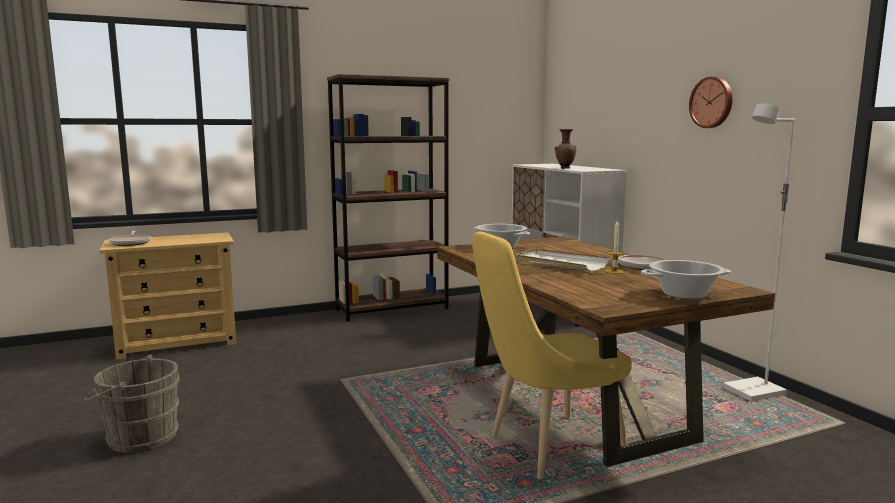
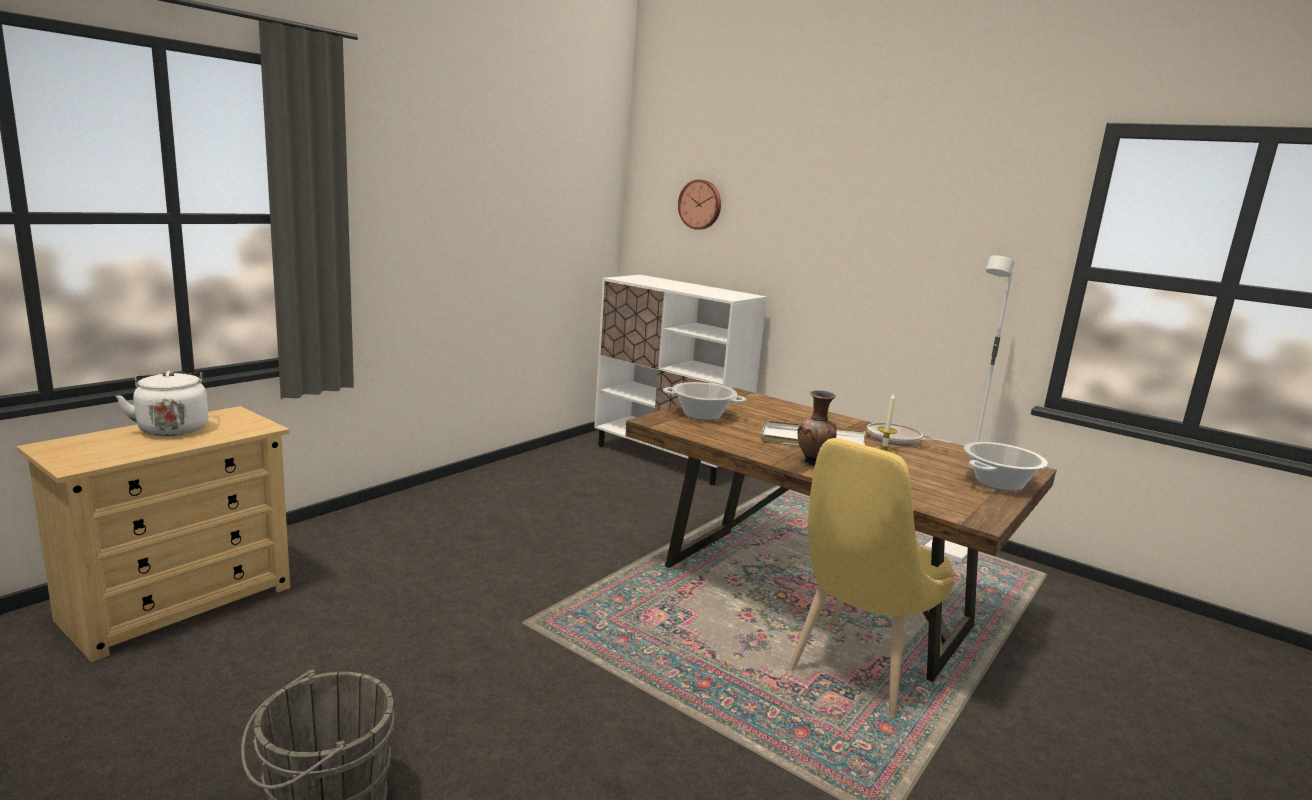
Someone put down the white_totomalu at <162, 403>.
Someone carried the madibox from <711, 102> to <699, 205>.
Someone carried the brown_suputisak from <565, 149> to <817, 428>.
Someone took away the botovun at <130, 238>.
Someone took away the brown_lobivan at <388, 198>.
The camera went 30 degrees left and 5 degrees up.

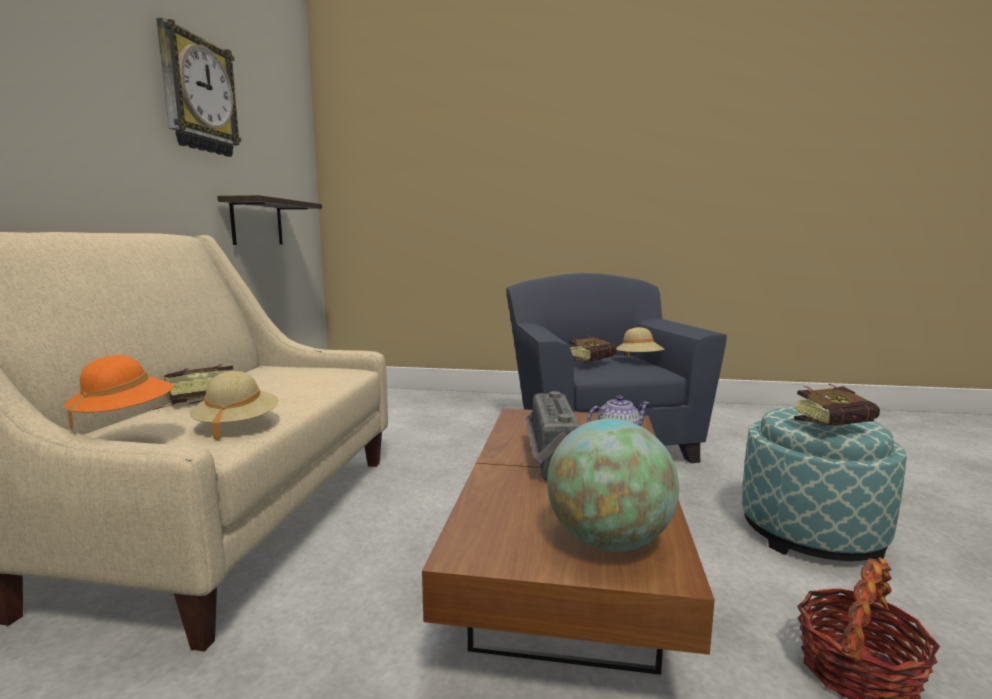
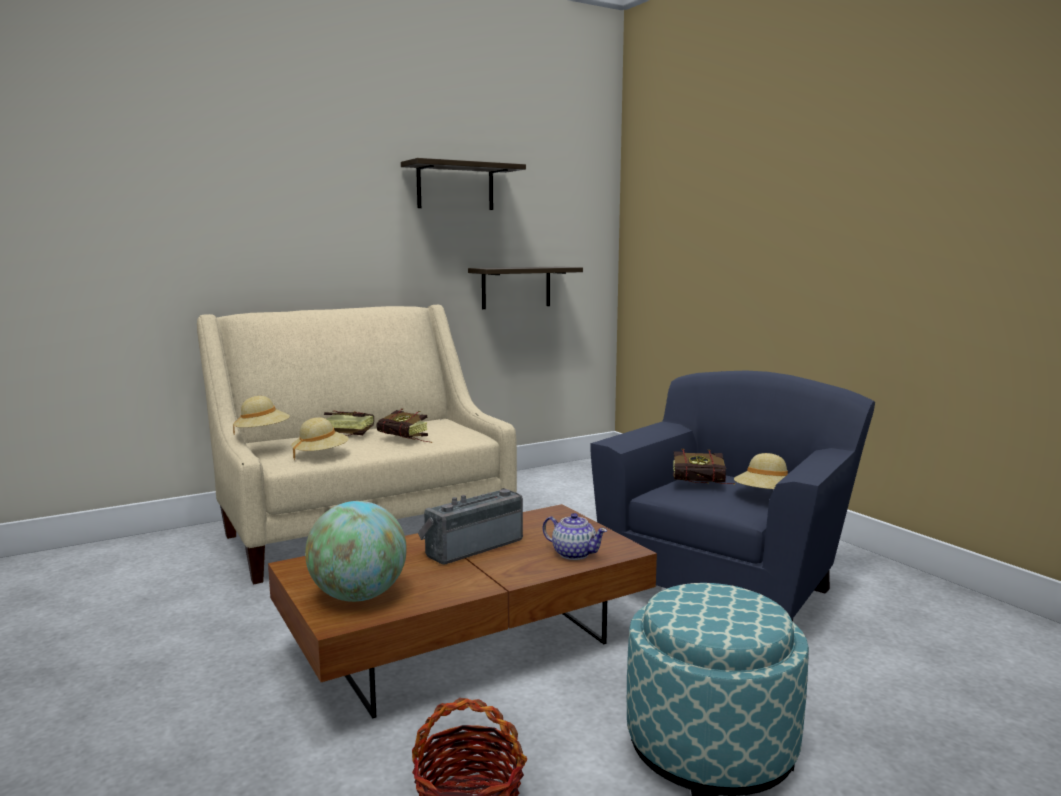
Someone repainted the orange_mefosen at <119, 393>, which became the beige_mefosen at <261, 415>.
Someone carried the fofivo from <837, 405> to <404, 426>.
Someone swapped the madibox at <199, 87> for the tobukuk at <463, 184>.
The camera went 50 degrees right and 0 degrees up.

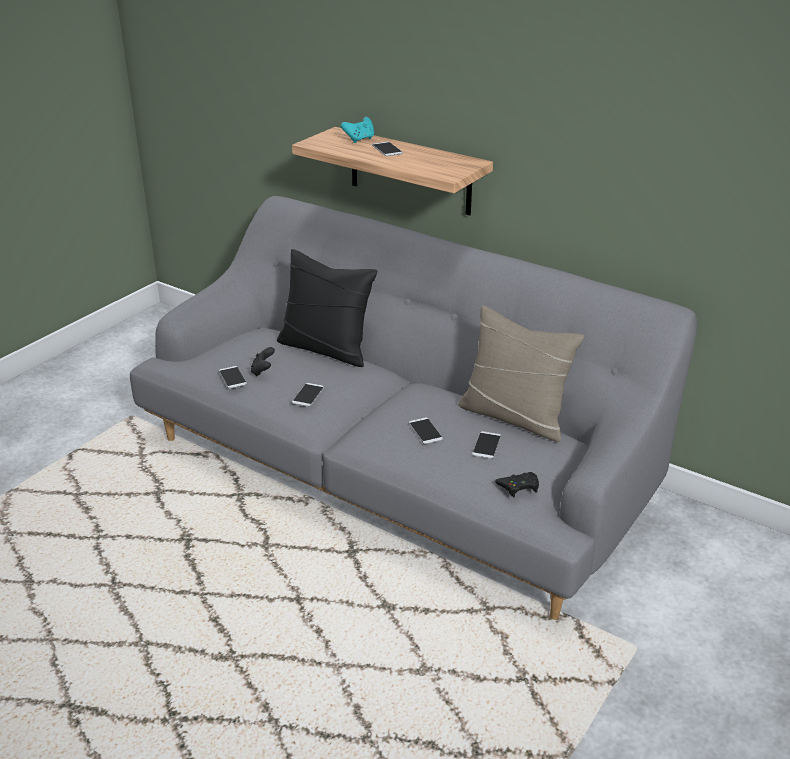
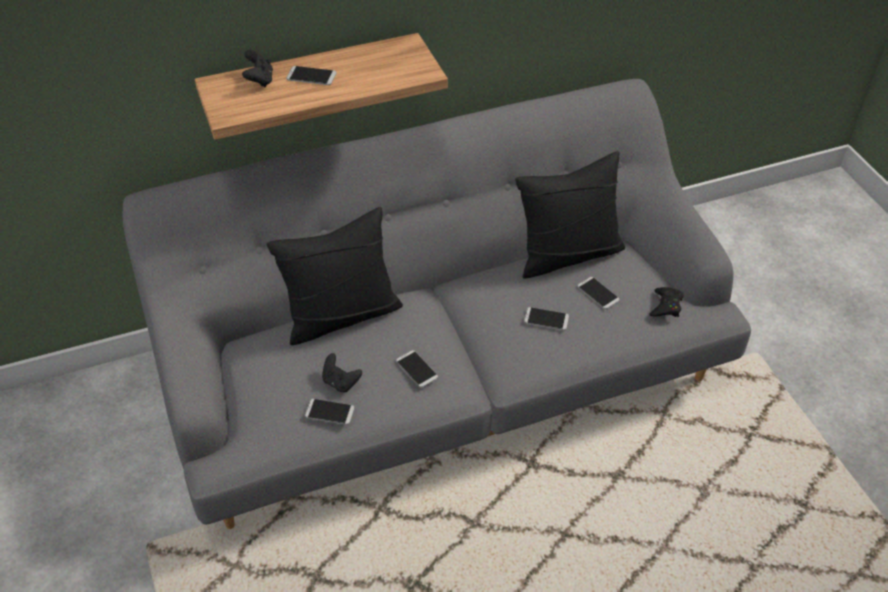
Someone repainted the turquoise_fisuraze at <357, 130>, which became the black_fisuraze at <257, 69>.
Someone repainted the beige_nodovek at <521, 373>, which became the black_nodovek at <570, 215>.
The camera went 55 degrees left and 15 degrees up.

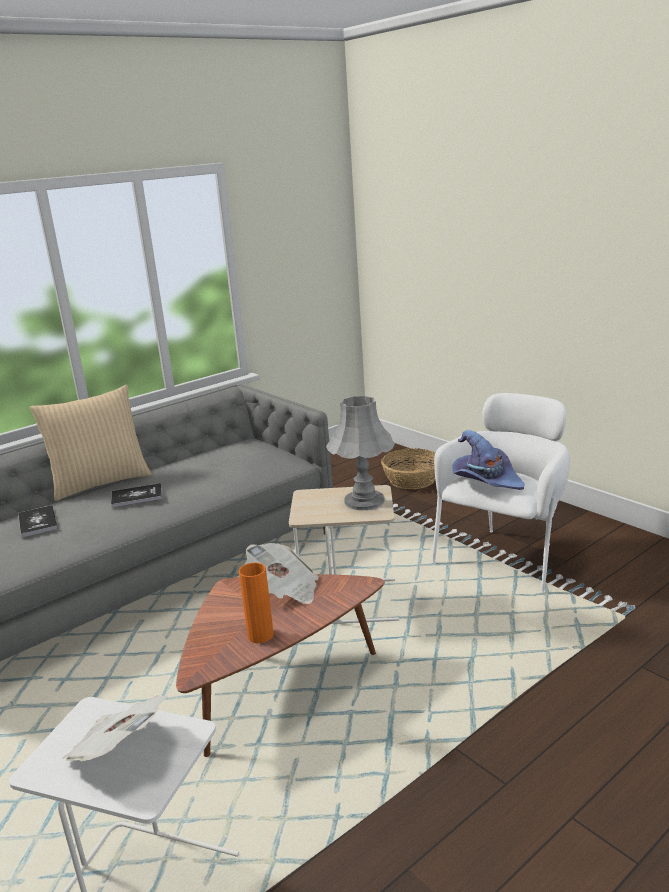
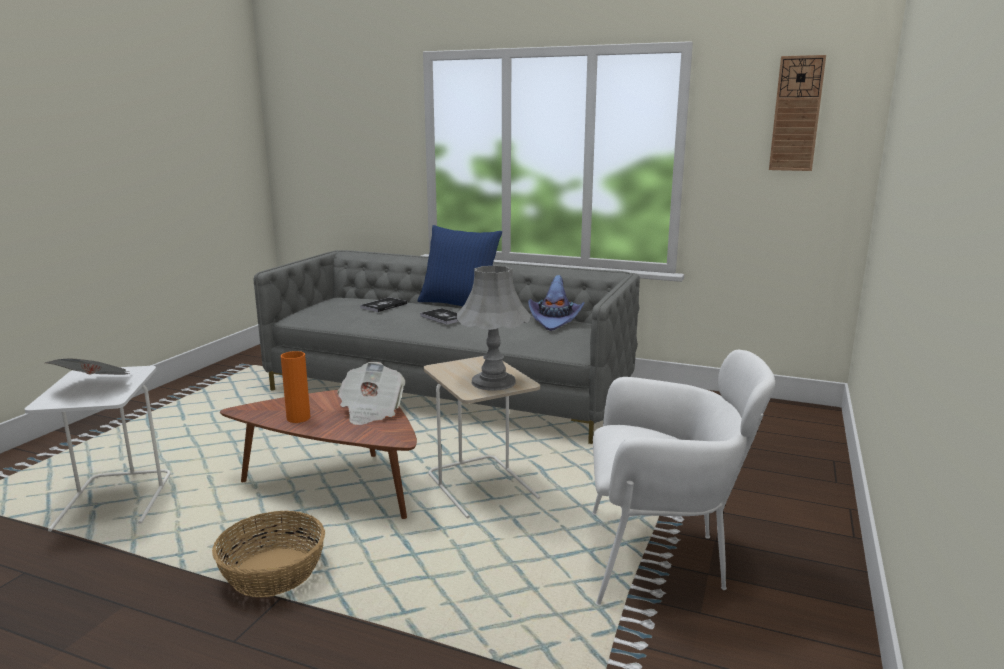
Someone carried the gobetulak from <408, 468> to <268, 554>.
Someone repainted the beige_nodovek at <90, 443>, which became the blue_nodovek at <460, 265>.
Someone carried the purple_mefosen from <489, 460> to <556, 303>.
Someone put up the madibox at <797, 113>.
The camera went 60 degrees right and 5 degrees down.

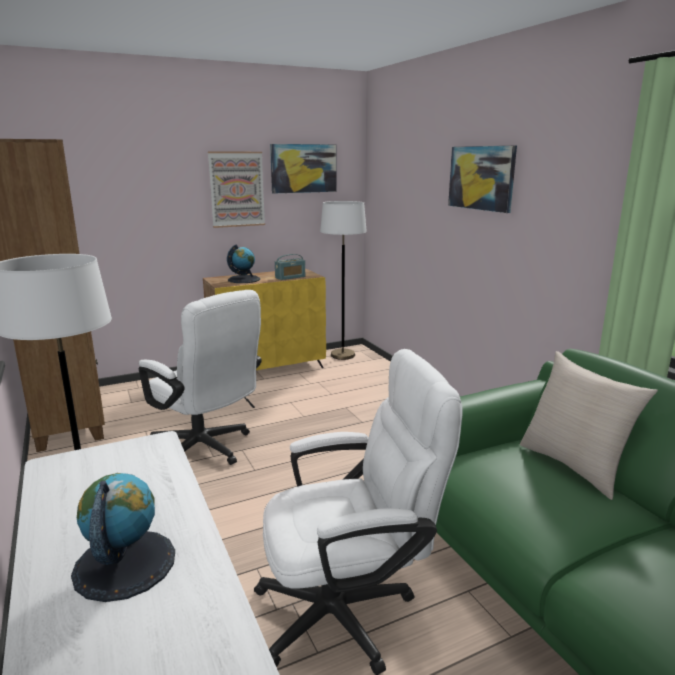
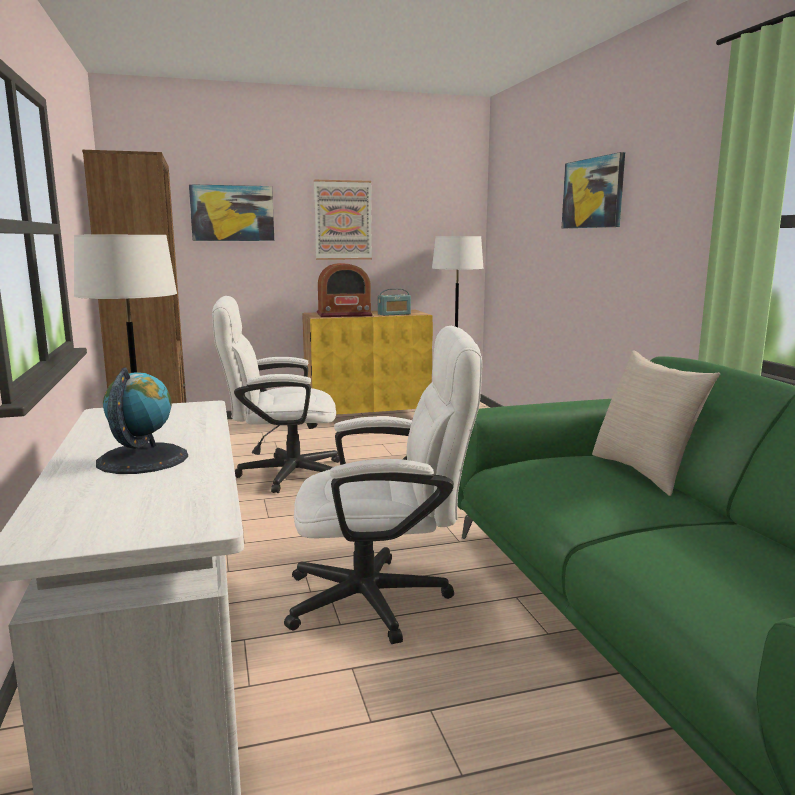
Someone carried the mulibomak from <303, 169> to <231, 212>.
Someone rotated the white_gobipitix at <200, 377> by 120 degrees clockwise.
Someone swapped the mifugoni at <243, 263> for the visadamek at <345, 290>.
The camera went 10 degrees right and 5 degrees down.

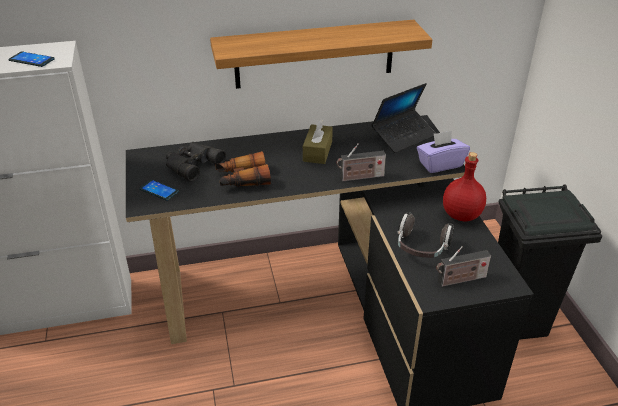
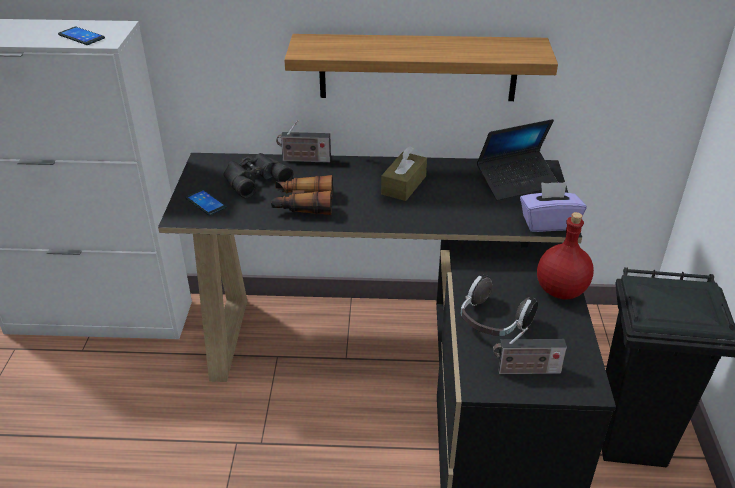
Someone carried the visadamek from <361, 162> to <303, 141>.
The camera went 15 degrees right and 0 degrees up.

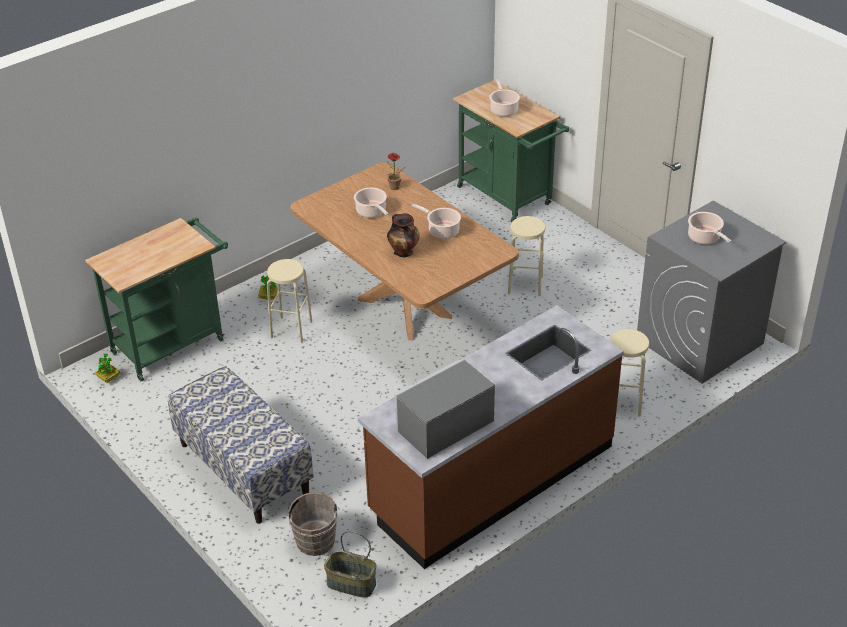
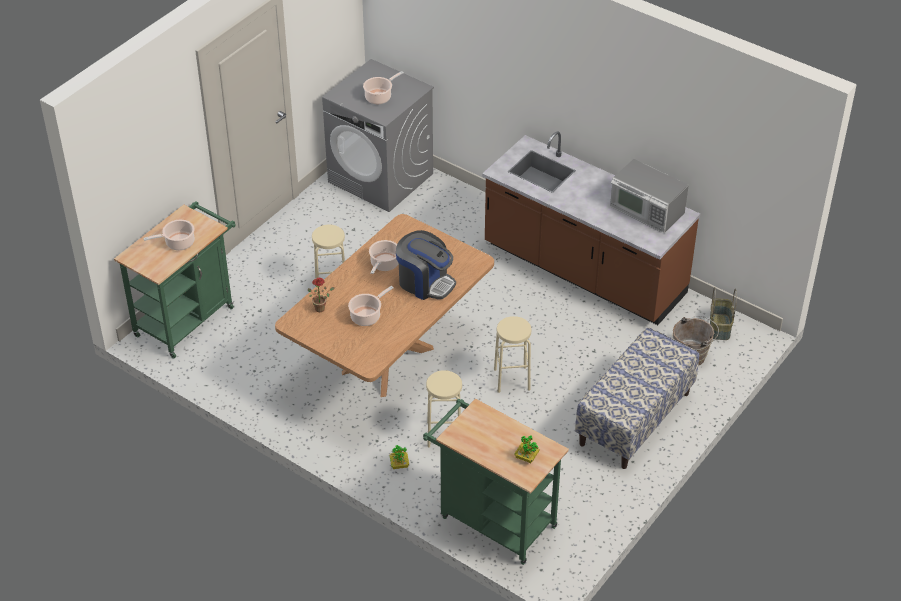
Someone swapped the suputisak at <403, 235> for the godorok at <426, 265>.
Someone carried the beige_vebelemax from <629, 373> to <512, 354>.
Someone carried the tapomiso from <107, 368> to <527, 449>.
The camera went 105 degrees left and 5 degrees up.

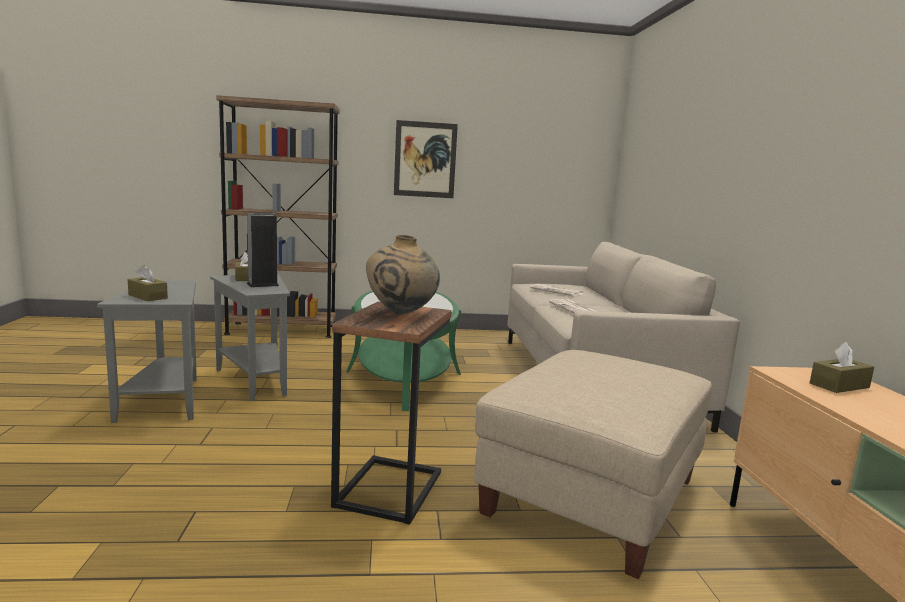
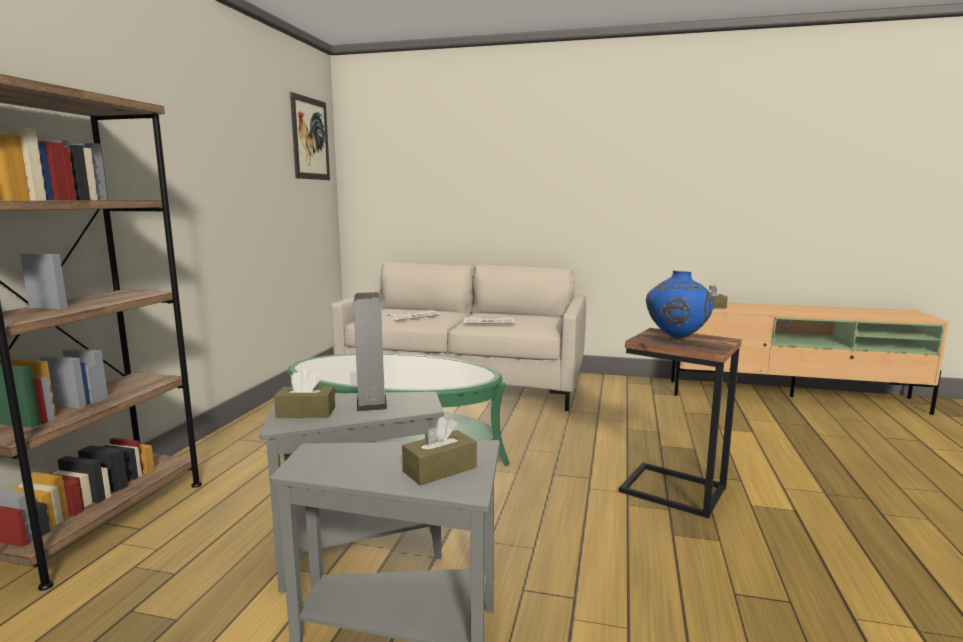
Someone carried the mulibomak from <426, 159> to <310, 136>.
Someone repainted the beige_suputisak at <403, 275>, which became the blue_suputisak at <680, 305>.
Someone took away the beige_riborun at <593, 464>.
The camera went 70 degrees left and 0 degrees up.

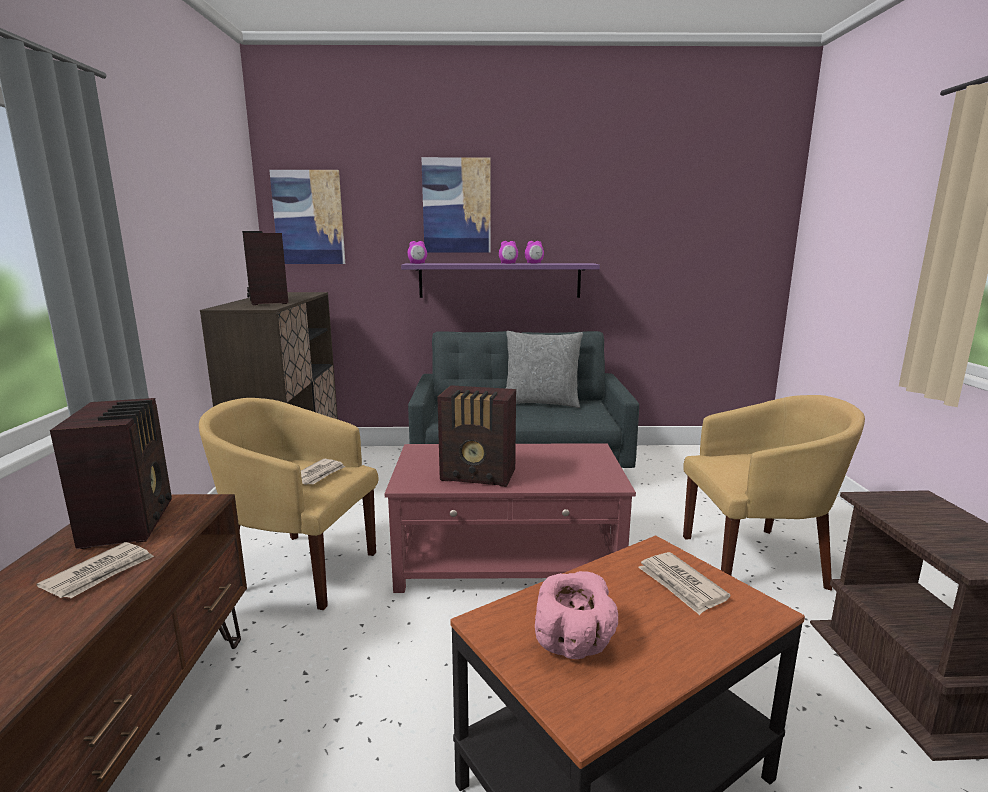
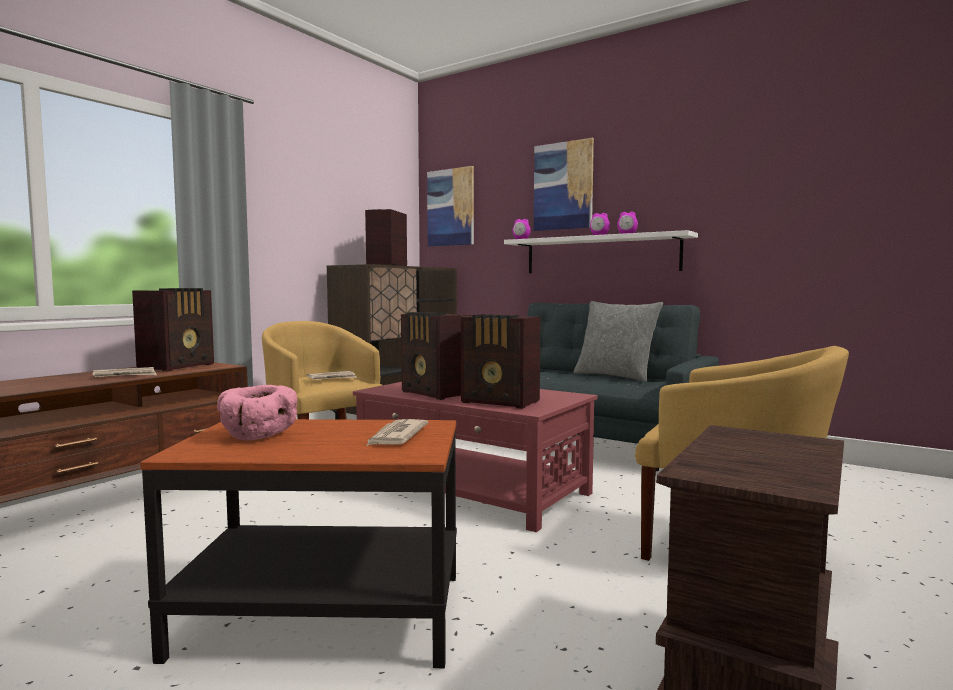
Someone put down the visadamek at <501, 361>.
Someone repainted the purple_tobukuk at <500, 280>, which became the white_tobukuk at <601, 251>.
The camera went 35 degrees right and 10 degrees down.

